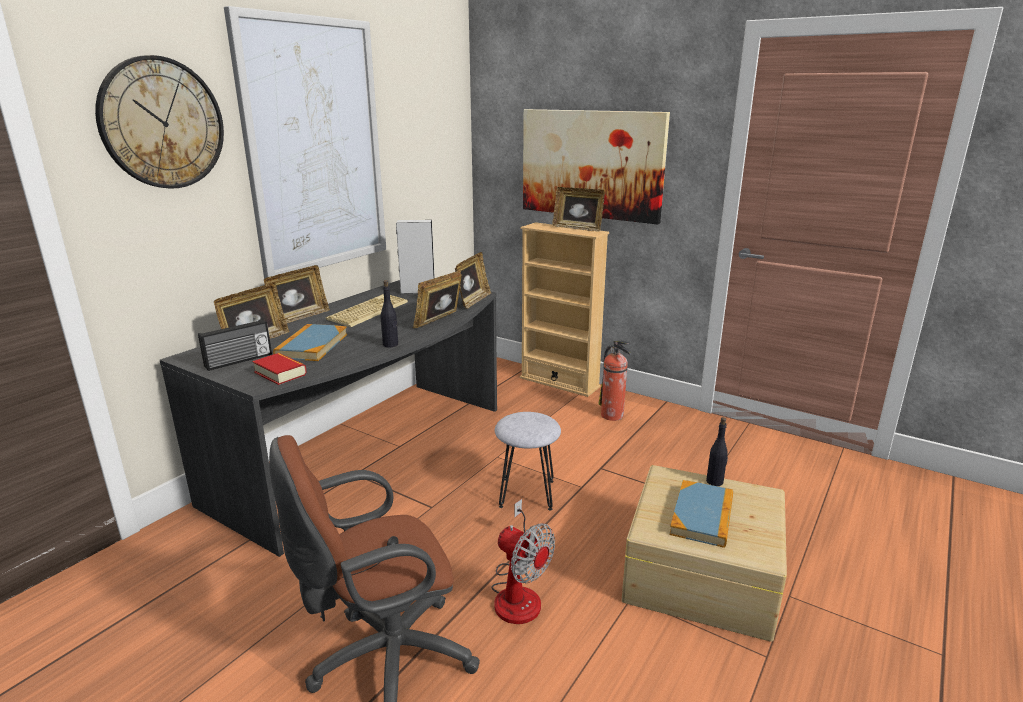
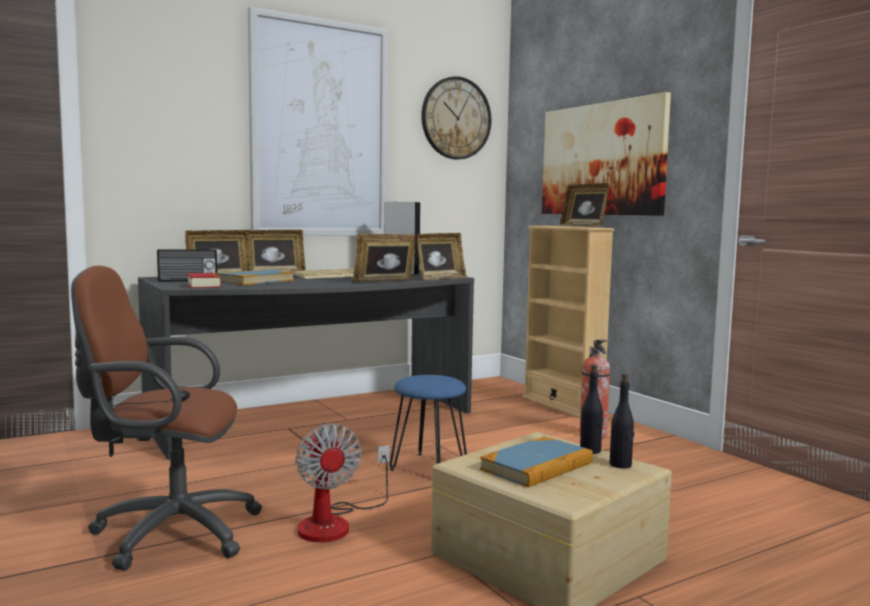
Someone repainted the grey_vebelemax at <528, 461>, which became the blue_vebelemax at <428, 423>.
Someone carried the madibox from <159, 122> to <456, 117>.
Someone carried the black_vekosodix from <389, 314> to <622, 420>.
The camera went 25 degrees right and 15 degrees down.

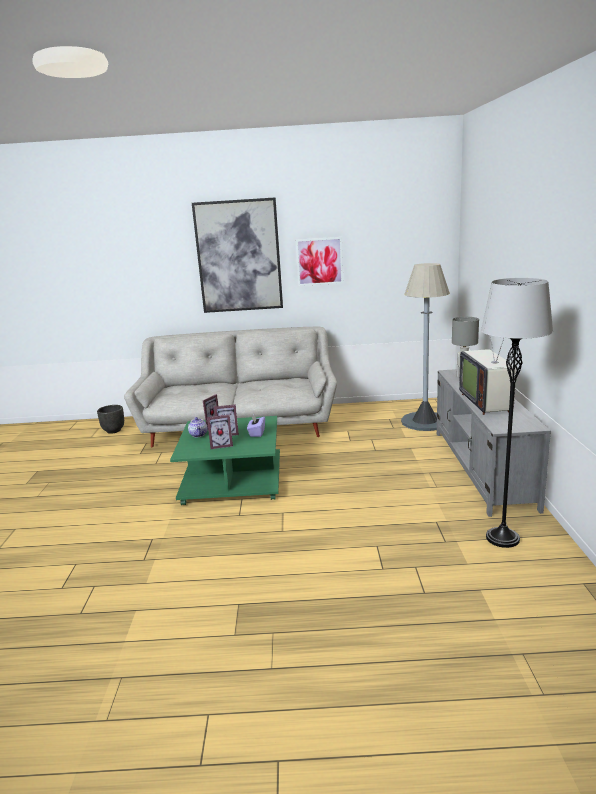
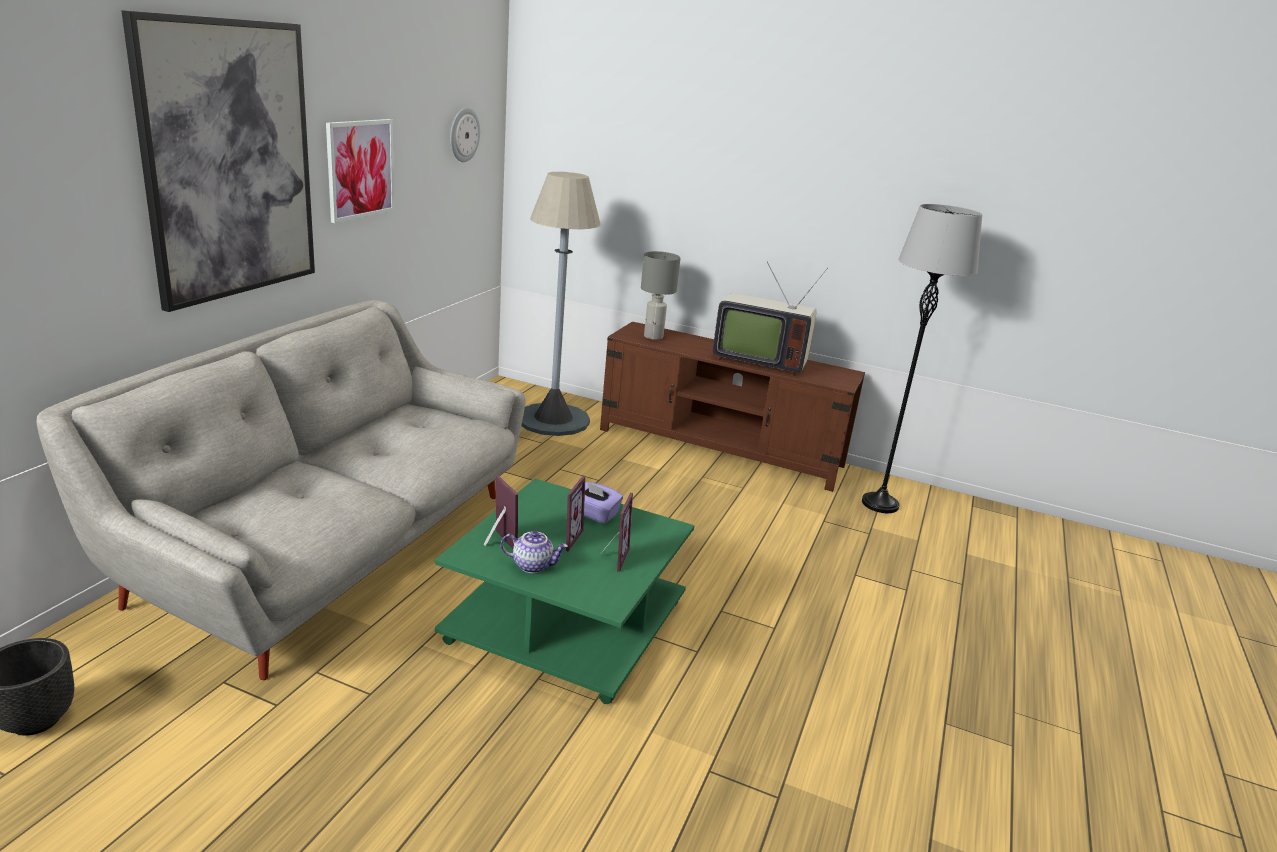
Someone put up the madibox at <465, 135>.
Someone repainted the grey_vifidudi at <494, 443>, which became the brown_vifidudi at <732, 407>.
The camera went 70 degrees left and 5 degrees up.

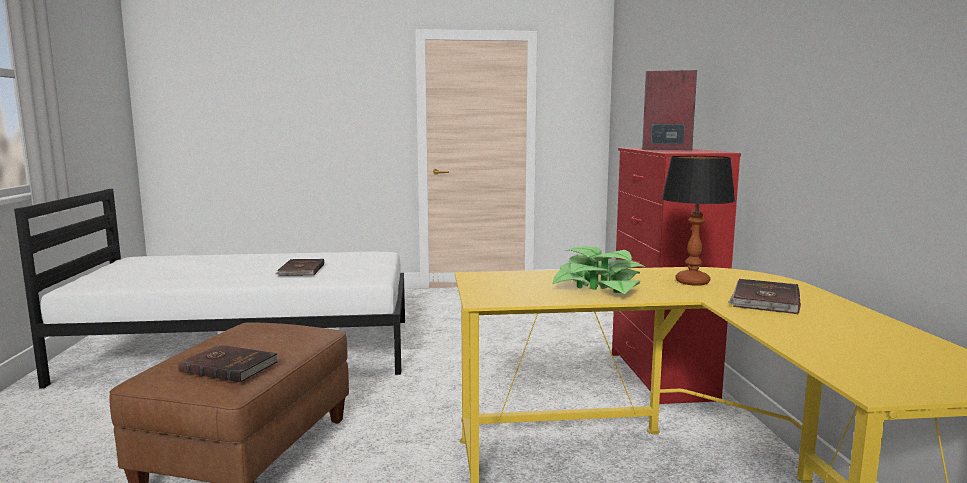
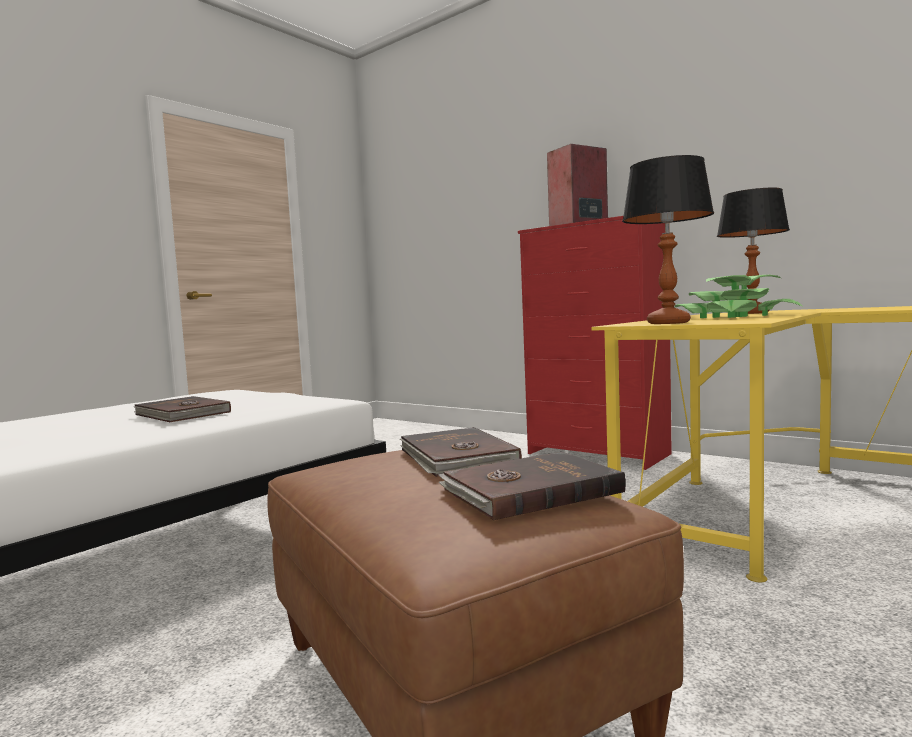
Someone carried the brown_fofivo from <764, 296> to <461, 452>.
Someone put down the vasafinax at <668, 239>.
The camera went 45 degrees left and 5 degrees down.

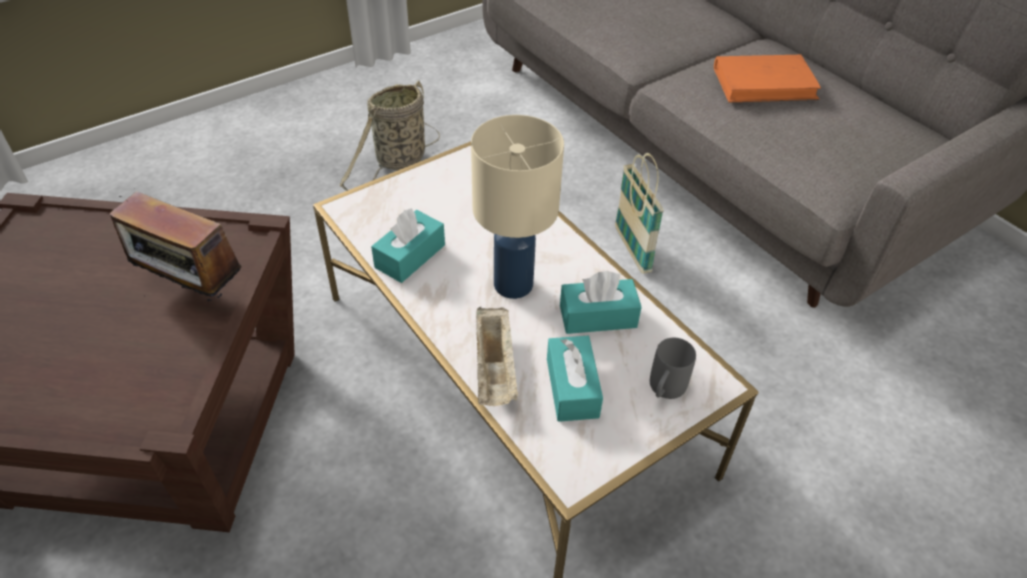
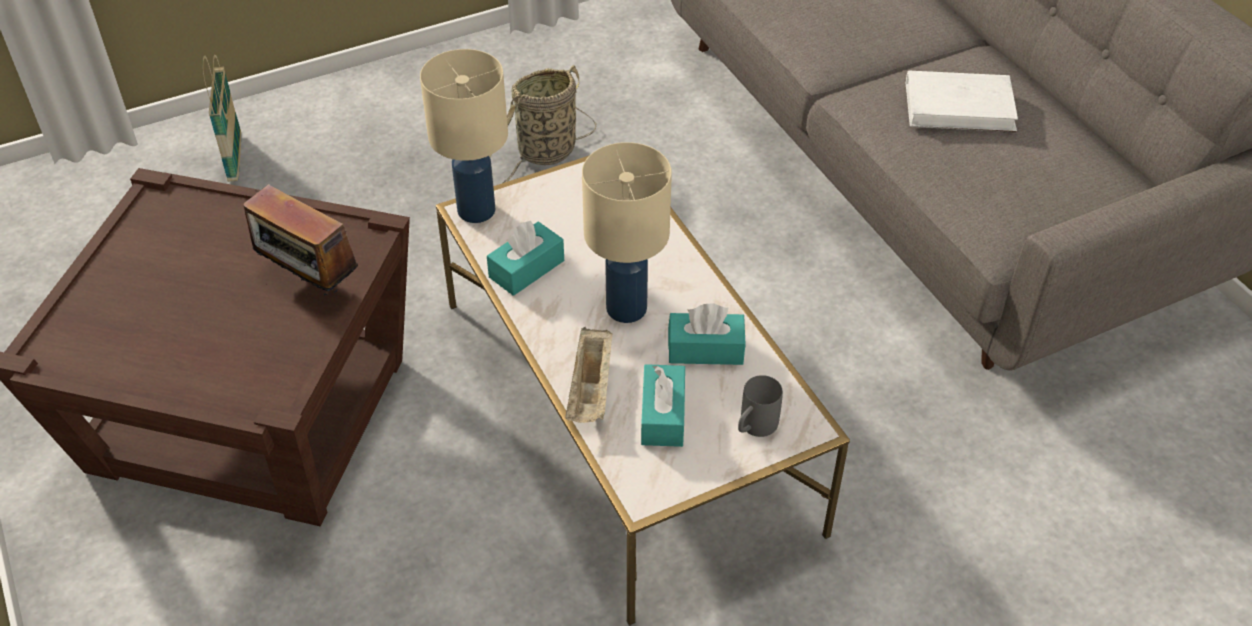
Someone carried the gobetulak from <639, 213> to <222, 118>.
Someone put down the beige_vasafinax at <464, 136>.
Someone repainted the orange_fofivo at <767, 78>, which became the white_fofivo at <962, 101>.
The camera went 10 degrees right and 0 degrees up.

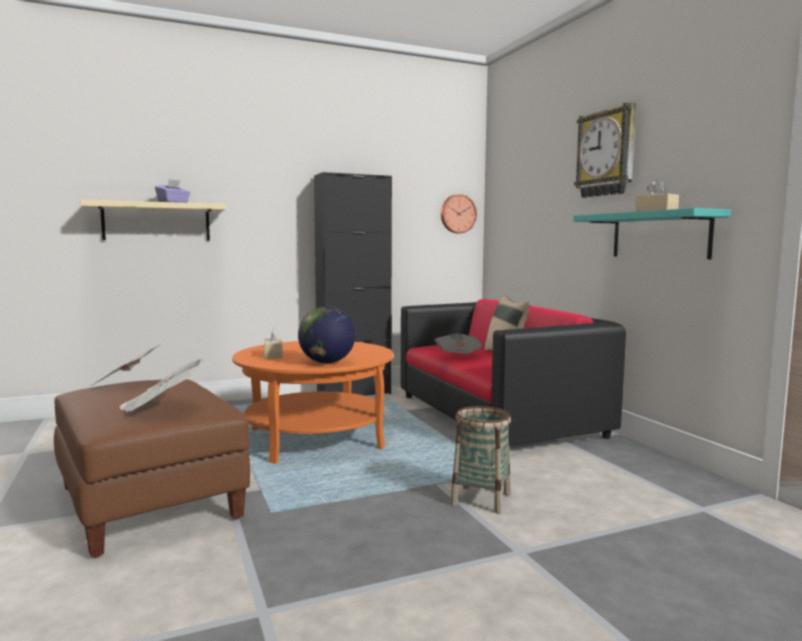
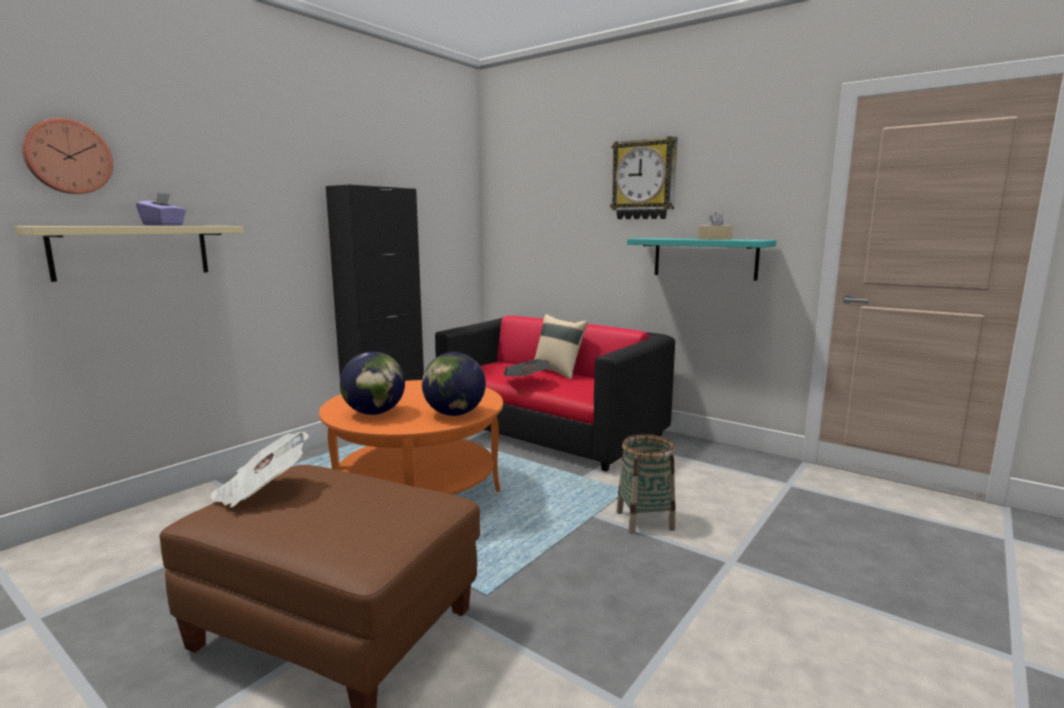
Someone carried the madibox from <459, 213> to <67, 156>.
Someone swapped the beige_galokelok at <273, 343> for the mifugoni at <372, 383>.
Someone took away the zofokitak at <162, 386>.
The camera went 30 degrees left and 5 degrees up.

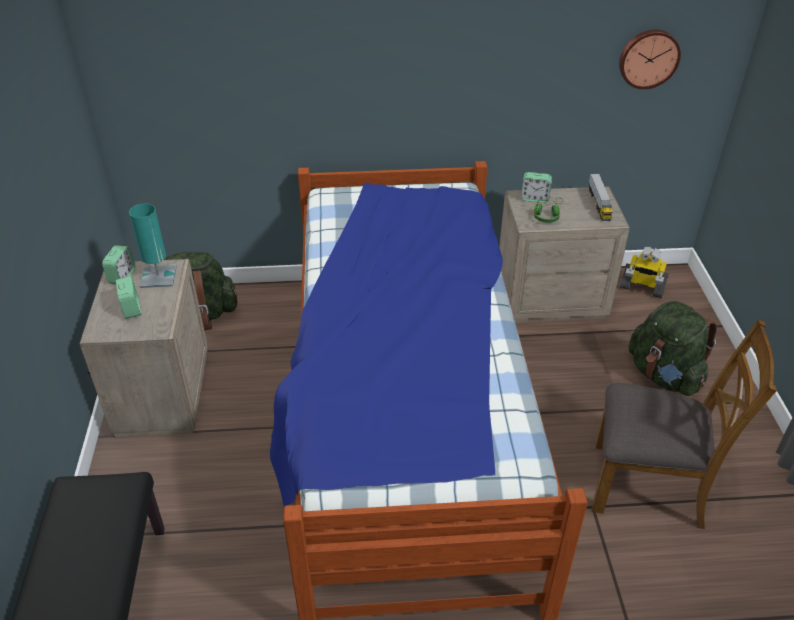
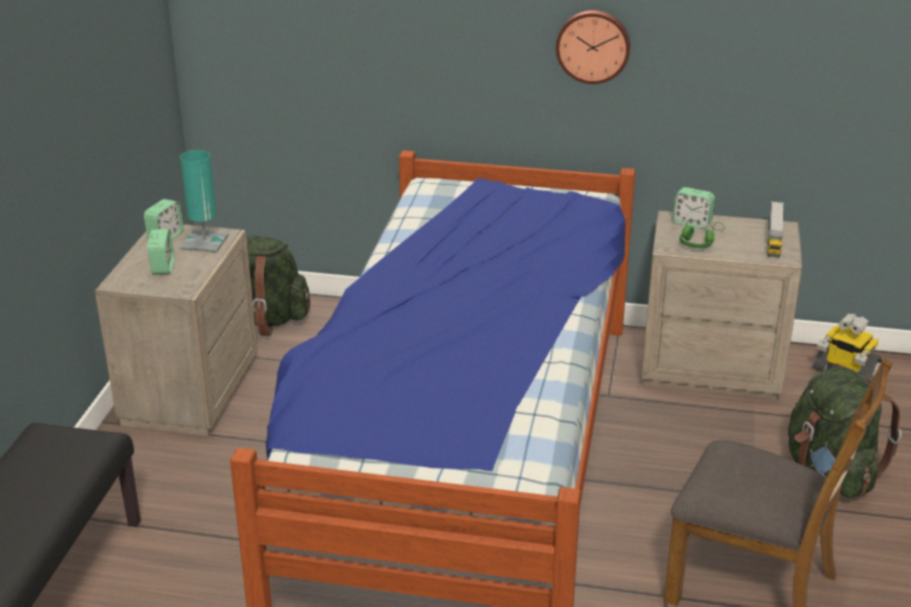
Someone carried the madibox from <650, 59> to <593, 47>.
The camera went 15 degrees right and 10 degrees down.

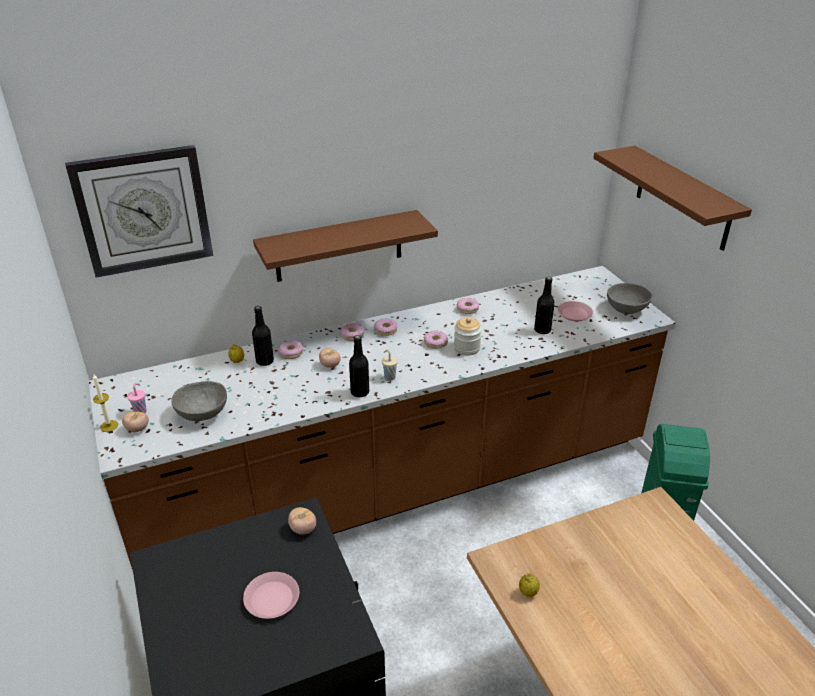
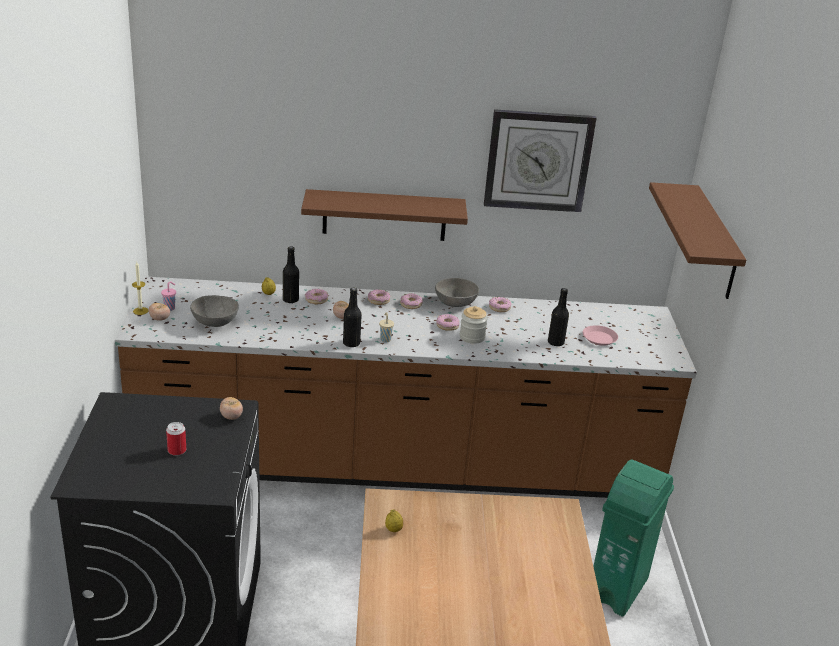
Someone swapped the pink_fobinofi at <271, 595> for the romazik at <176, 439>.
Someone carried the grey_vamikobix from <630, 298> to <457, 292>.
Someone carried the madibox from <139, 211> to <540, 160>.
The camera went 20 degrees right and 5 degrees down.

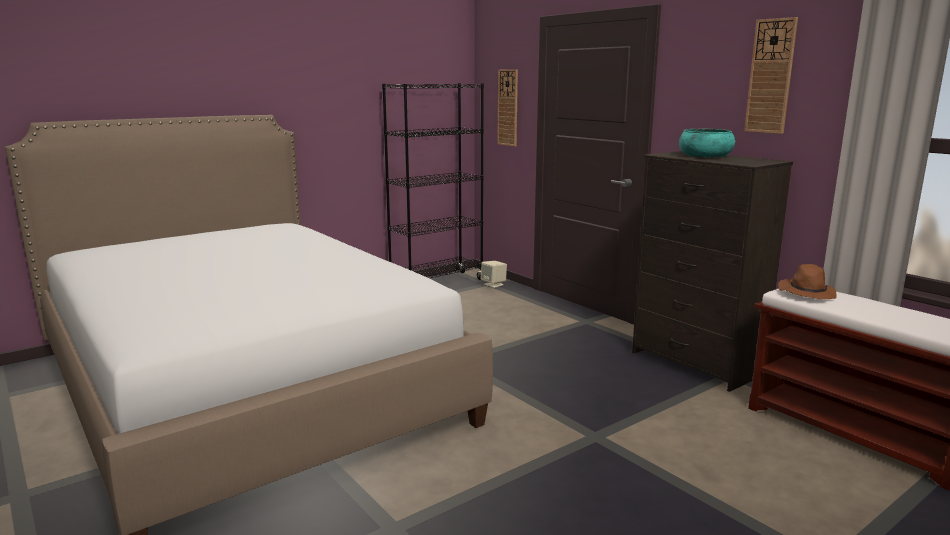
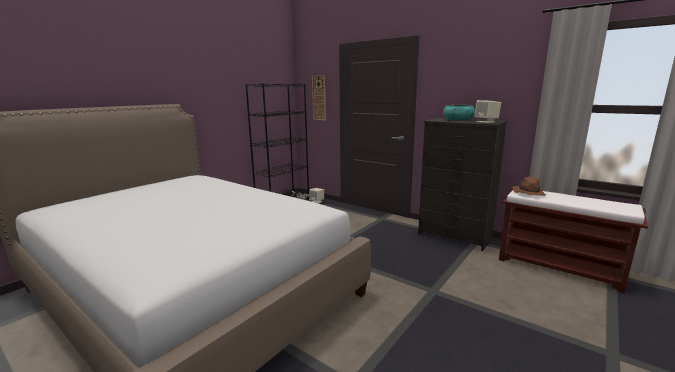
Someone put down the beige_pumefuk at <487, 111>.
Someone took away the madibox at <771, 75>.
The camera went 15 degrees left and 0 degrees up.

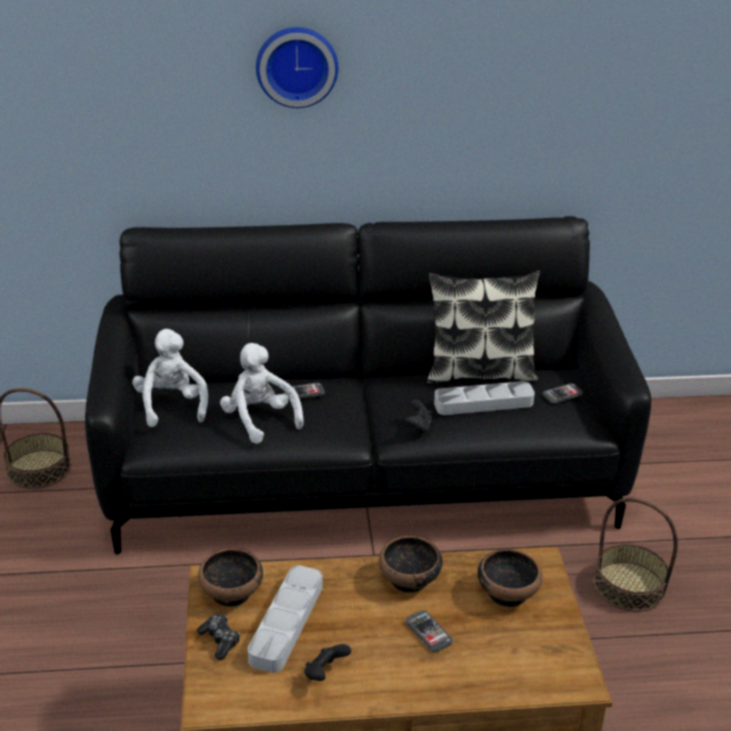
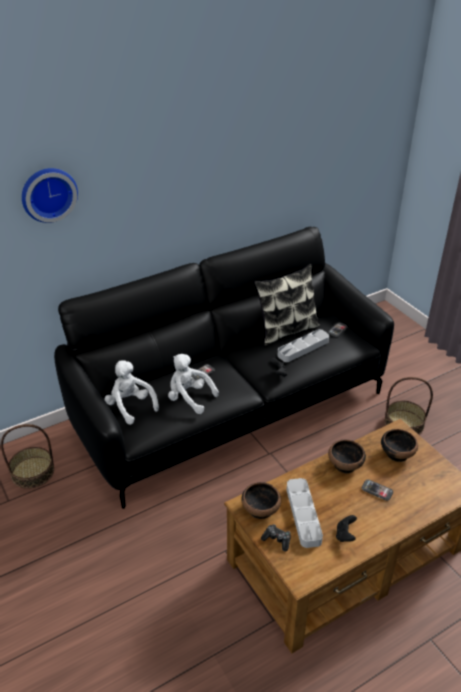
Someone carried the madibox from <297, 67> to <50, 195>.
The camera went 25 degrees left and 5 degrees up.

